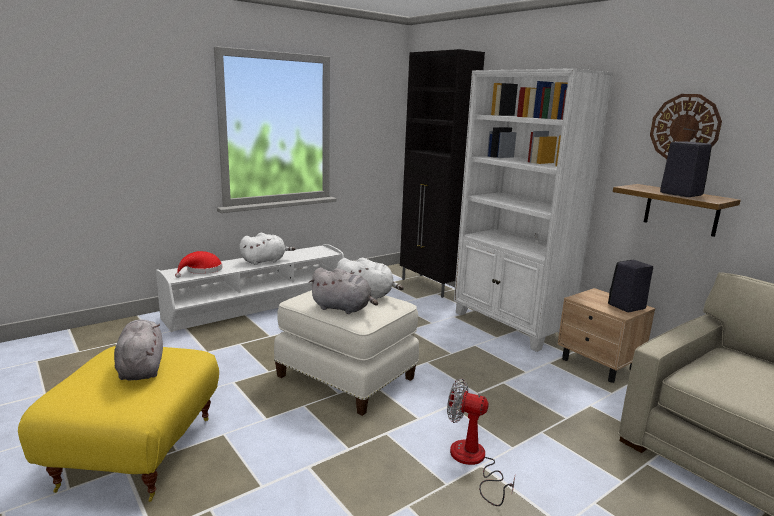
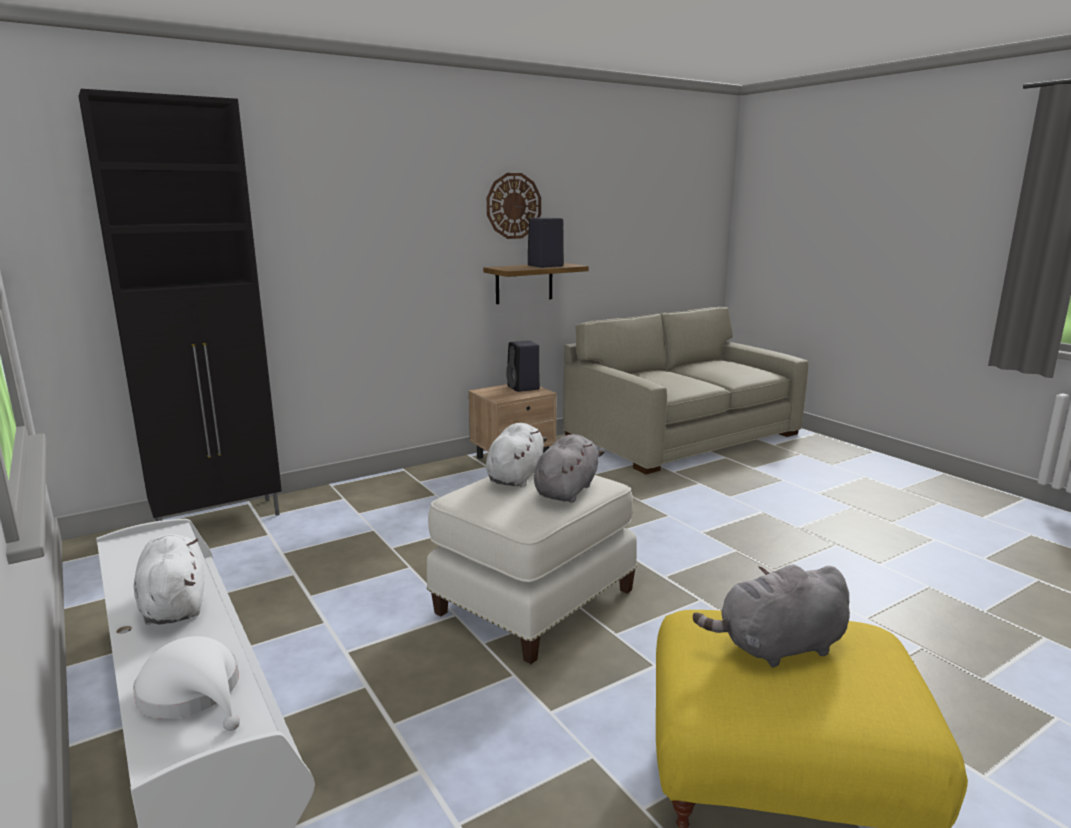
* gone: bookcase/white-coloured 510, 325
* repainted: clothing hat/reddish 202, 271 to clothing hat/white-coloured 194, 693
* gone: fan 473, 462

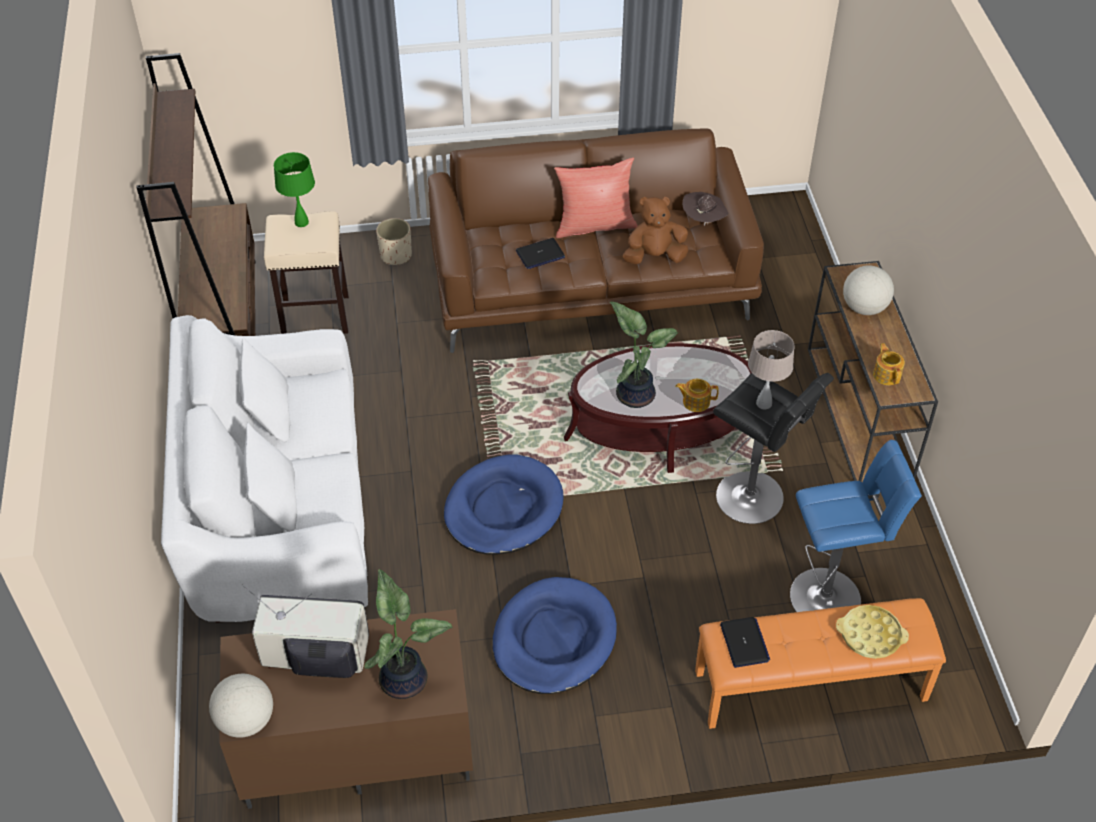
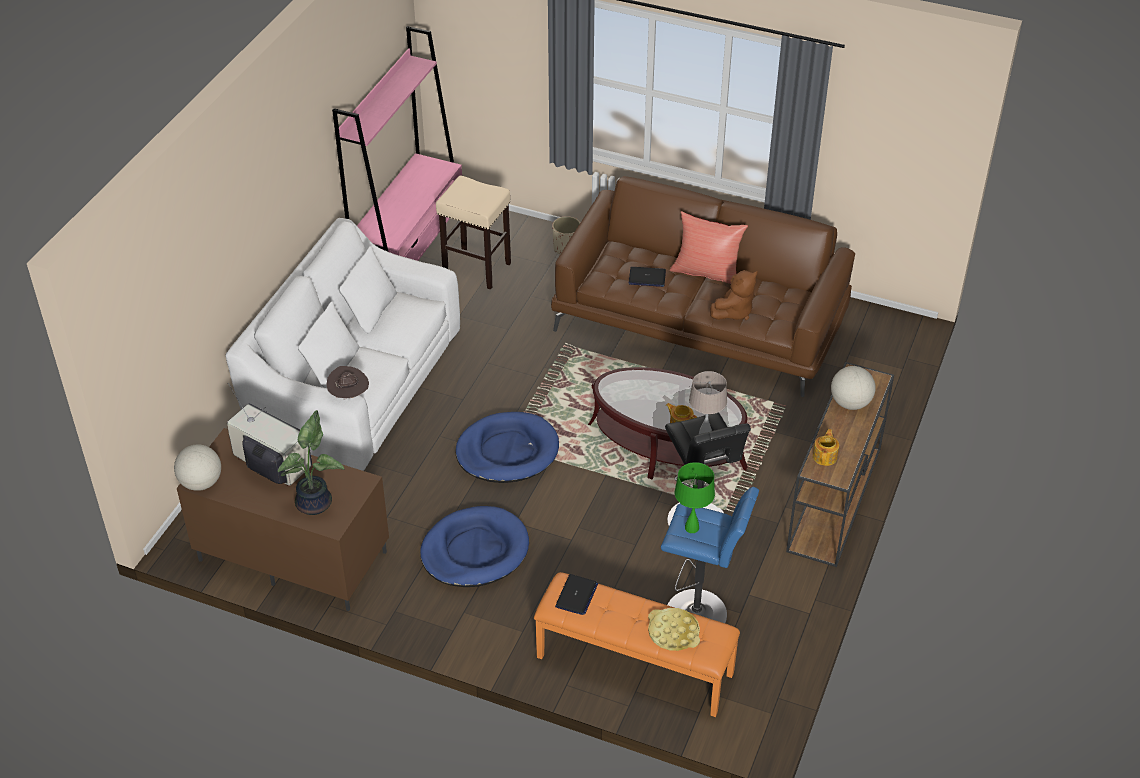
* repainted: bookcase/brown-coloured 226, 326 to bookcase/pink-coloured 410, 252
* shifted: tabletop lamp/green 301, 222 to 691, 528
* shifted: clothing hat/brown-coloured 704, 220 to 349, 396
* rotated: plush toy/brown-coloured 654, 257 = 734, 312 120 degrees clockwise
* gone: plant in a pot 635, 393

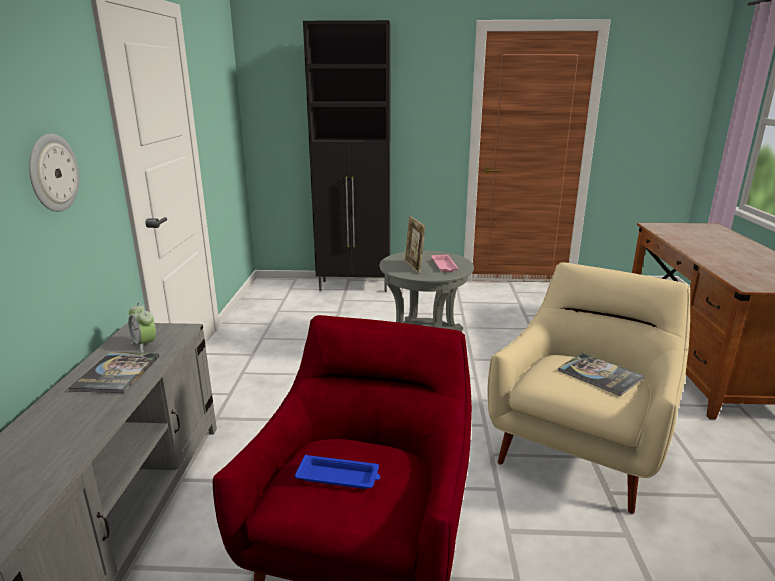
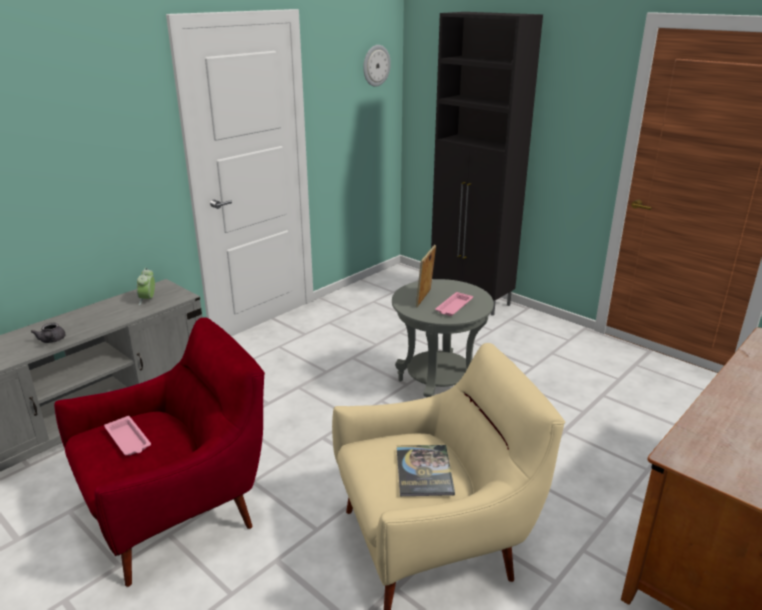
* shifted: wall clock 52, 173 to 376, 65
* gone: bound book 117, 373
* repainted: carrying tray/bluish 339, 477 to carrying tray/pink-coloured 128, 440
* new: tea pot/grey 52, 341

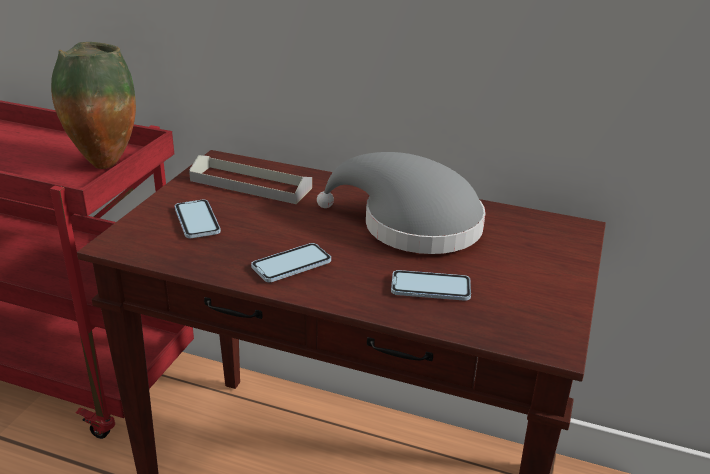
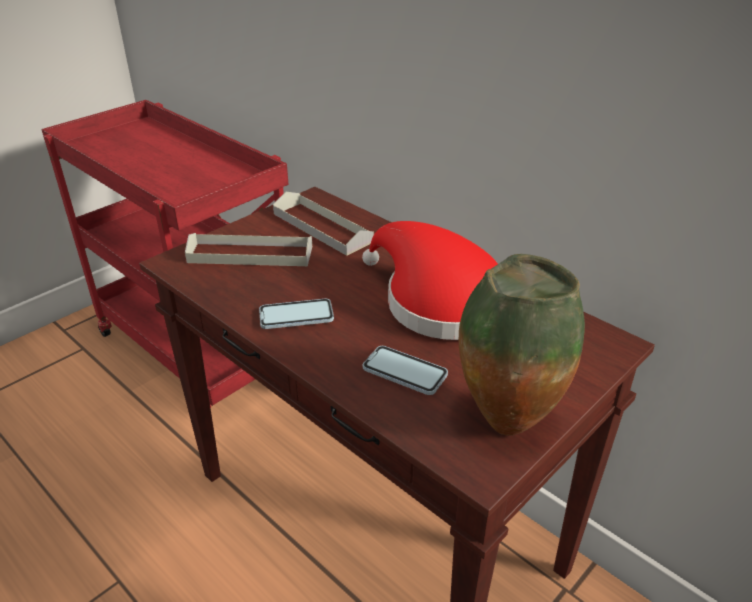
* shifted: decorative vase 104, 163 to 505, 420
* repainted: clothing hat/grey 411, 225 to clothing hat/reddish 438, 301
* swapped: handset 197, 221 to carrying tray/grey 250, 254

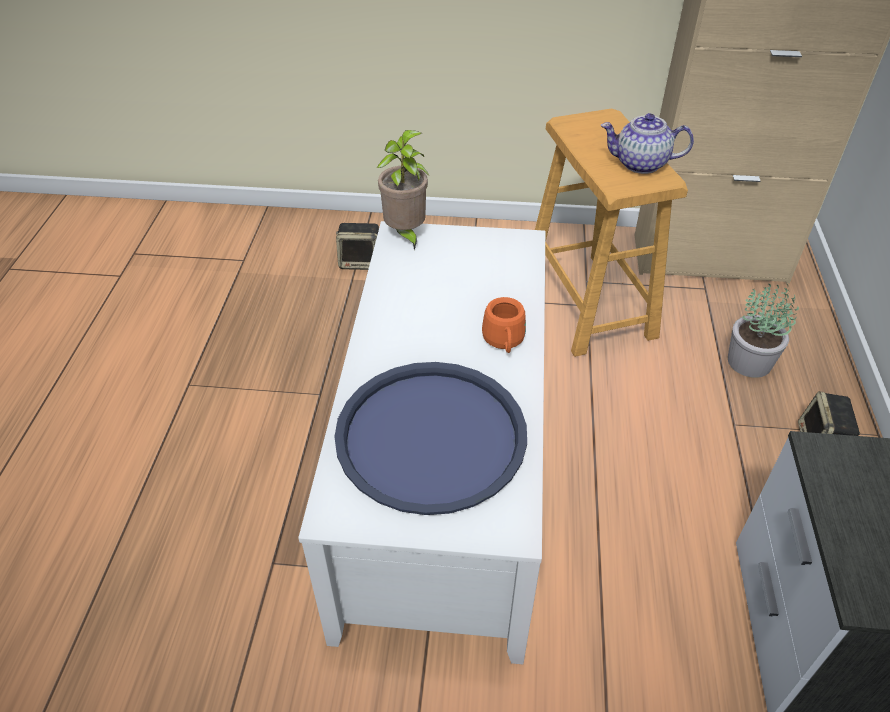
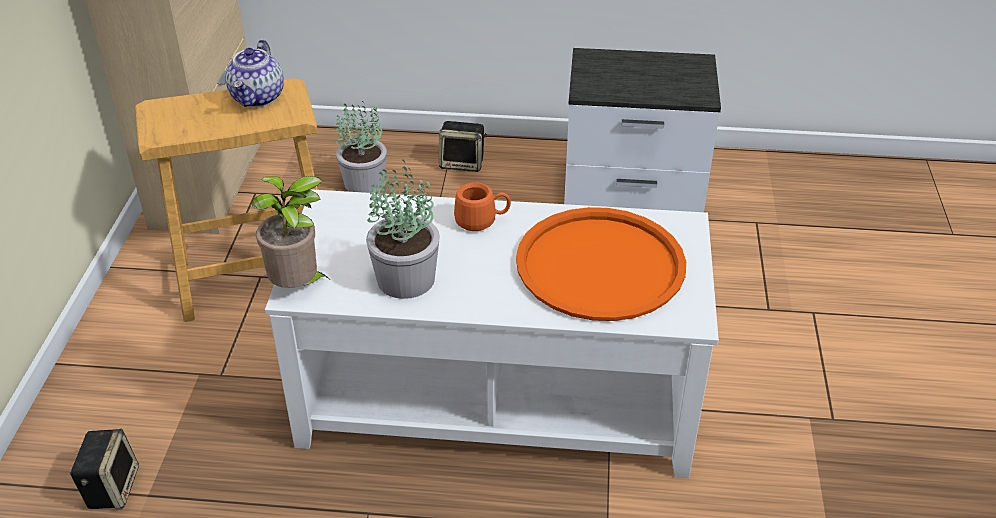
* repainted: carrying tray/bluish 431, 437 to carrying tray/orangey 600, 265
* new: plant in a pot 405, 278

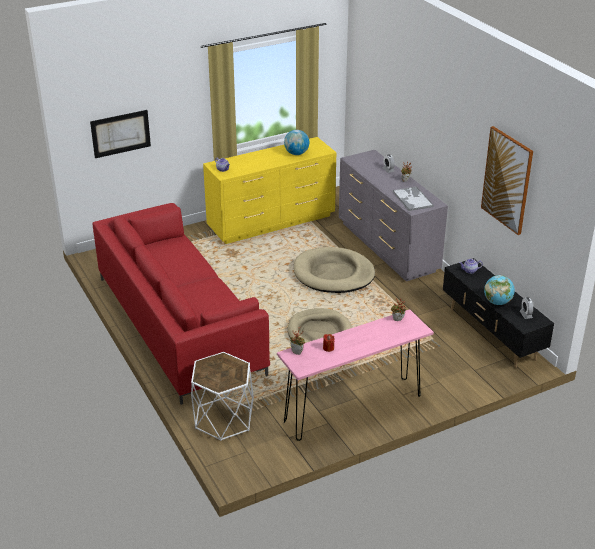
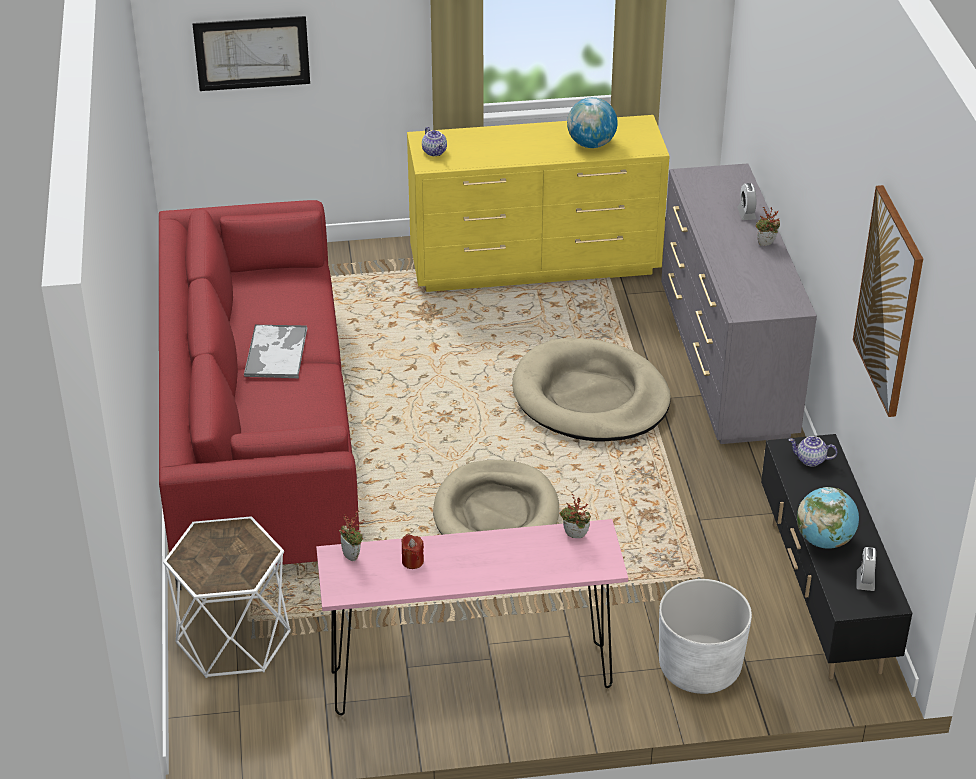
* shifted: carrying tray 412, 199 to 276, 352
* new: planter/white-coloured 699, 668

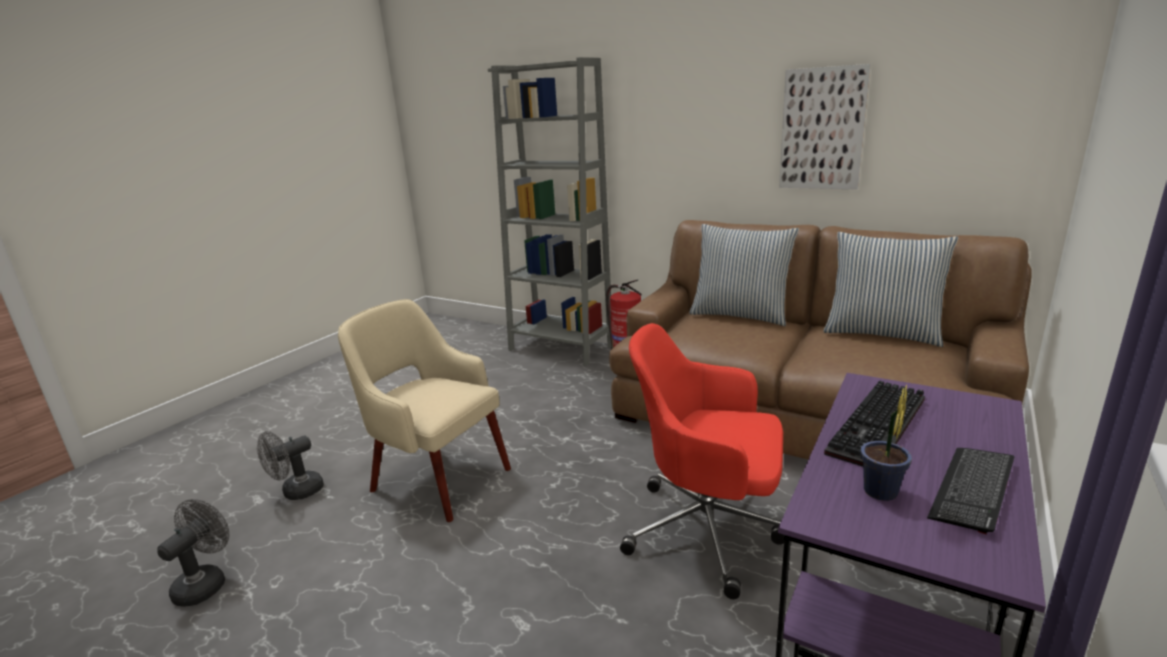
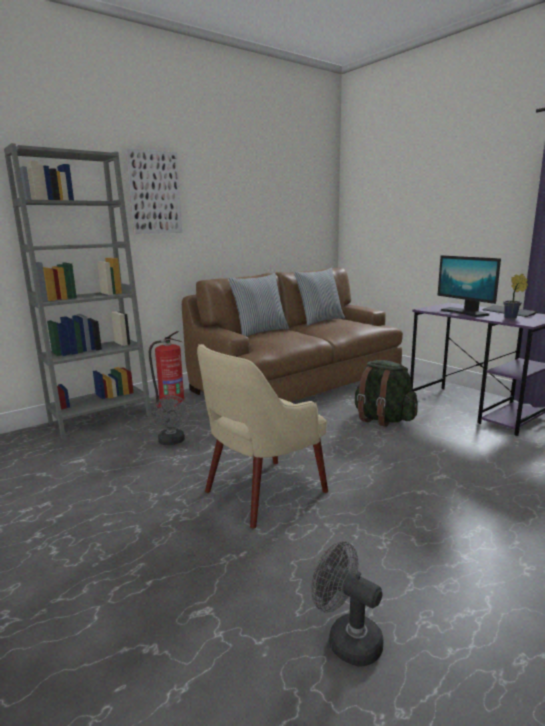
* shifted: wall picture 822, 129 to 154, 193
* swapped: desk chair/reddish 708, 531 to rucksack/green 383, 419
* swapped: keyboard 880, 428 to computer display 464, 312
* shifted: fan/grey 296, 492 to 172, 442

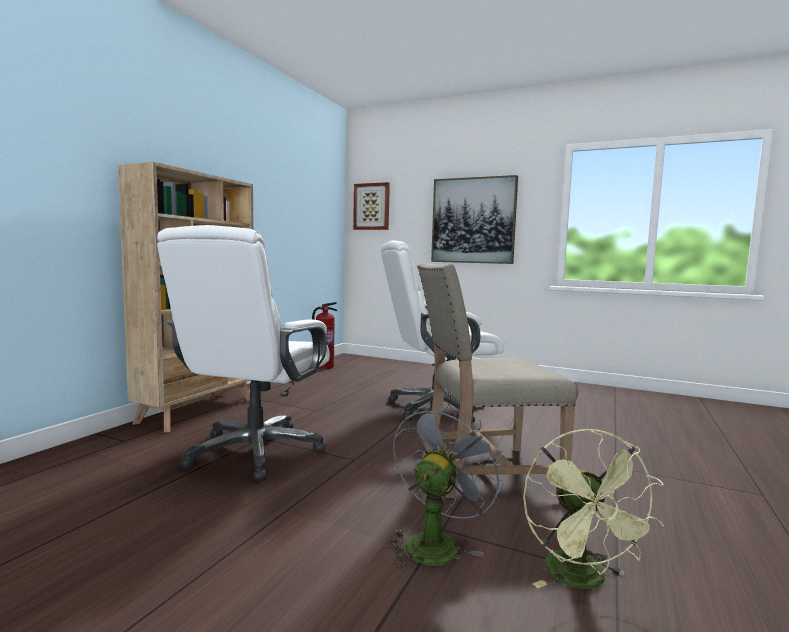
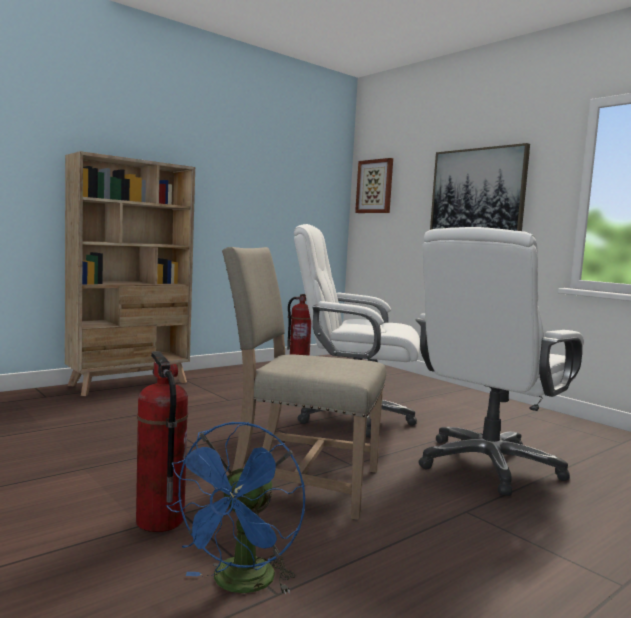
* shifted: desk chair/white-coloured 255, 452 to 488, 465
* swapped: fan/grey 435, 542 to fire extinguisher 160, 521
* repainted: fan/green 583, 580 to fan/bluish 239, 585

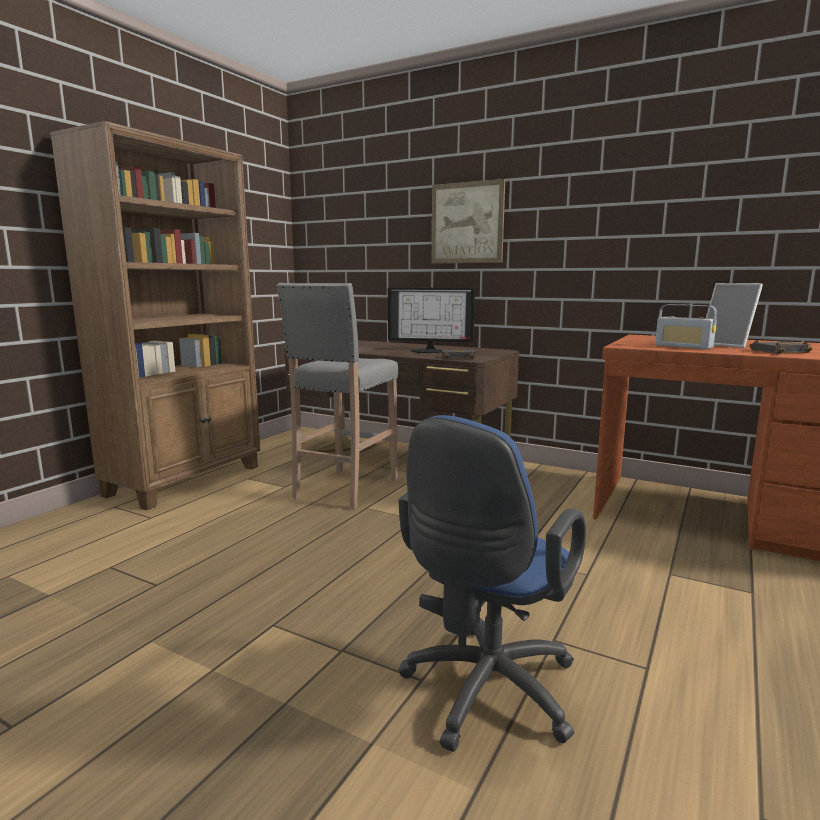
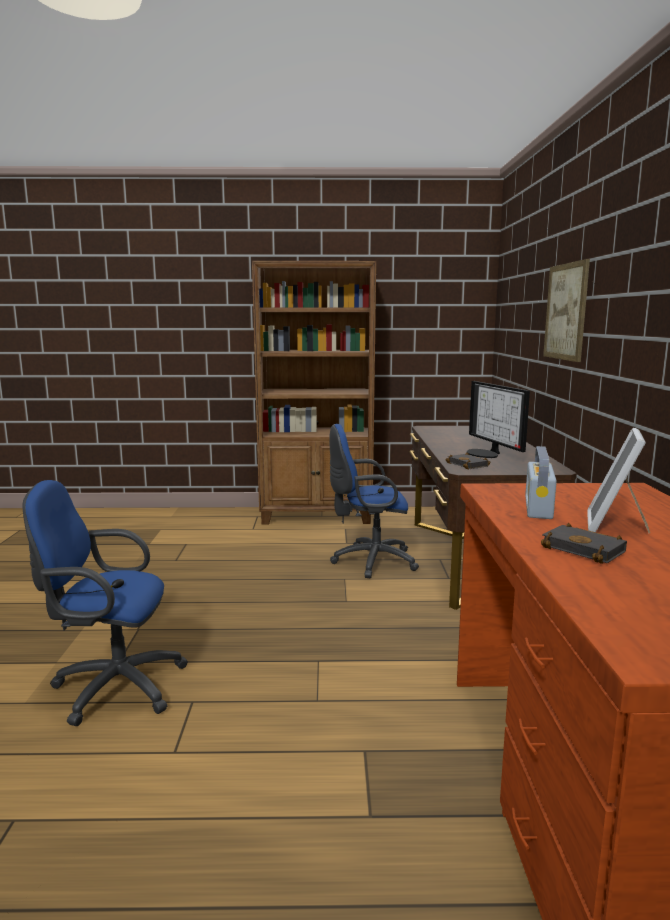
* swapped: sitting stool/grey 345, 489 to desk chair/bluish 369, 561

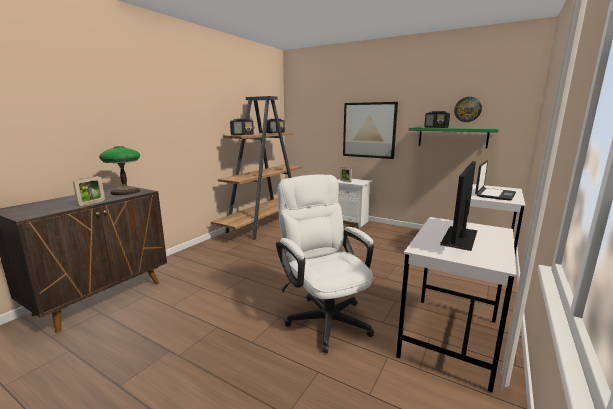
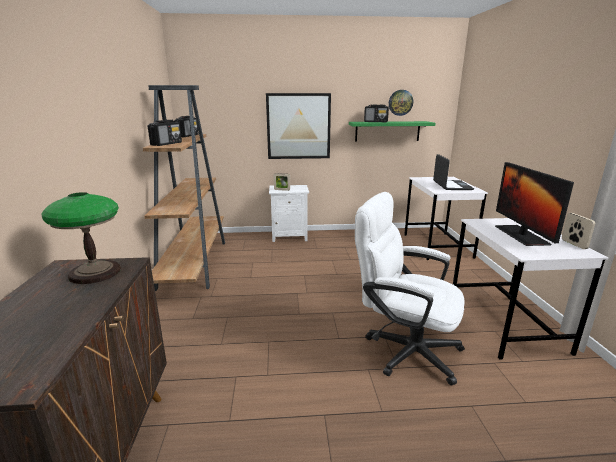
* shifted: photo frame 91, 203 to 574, 244

